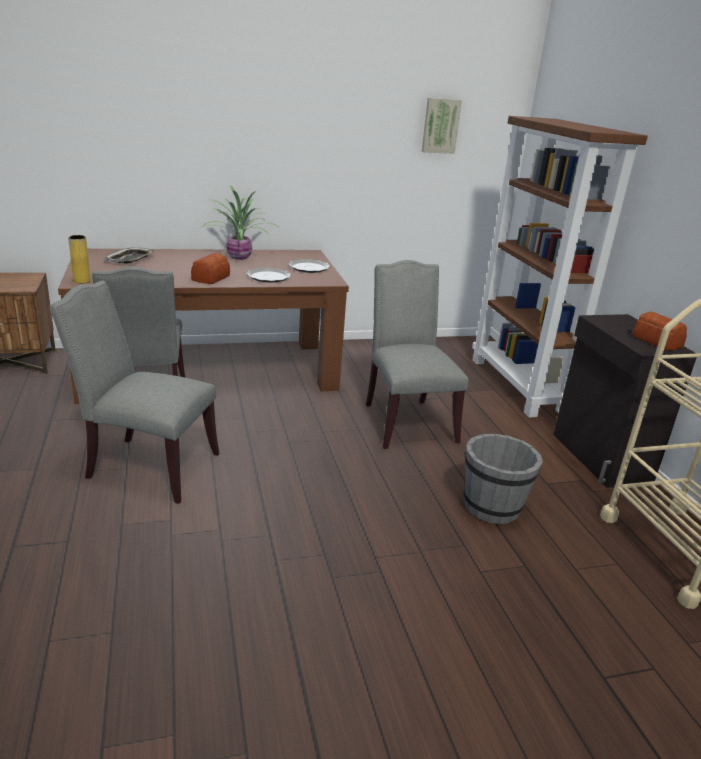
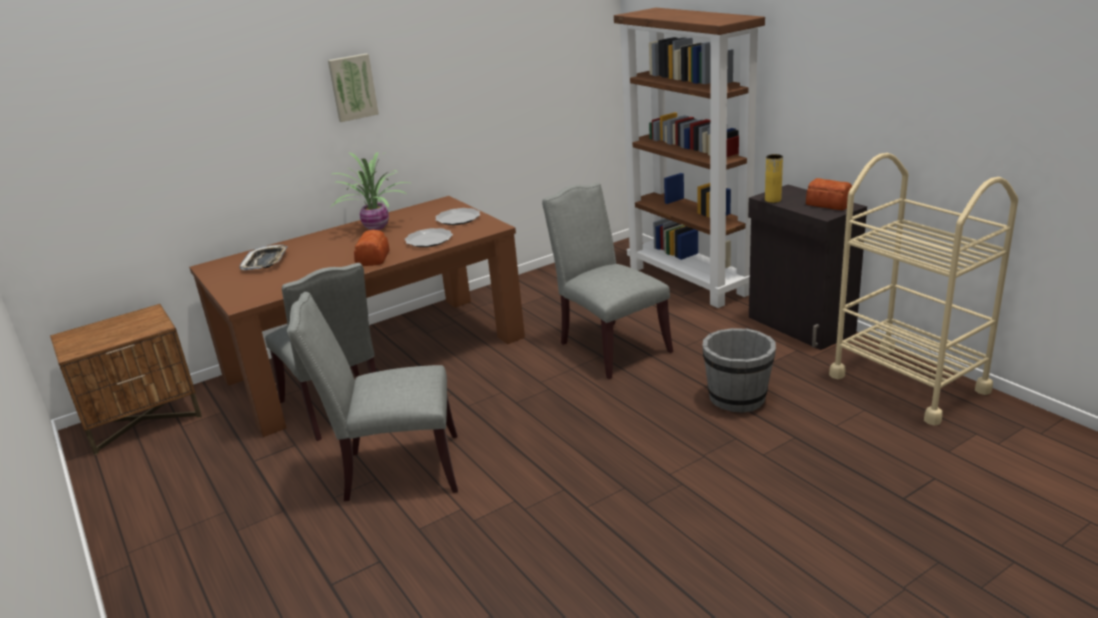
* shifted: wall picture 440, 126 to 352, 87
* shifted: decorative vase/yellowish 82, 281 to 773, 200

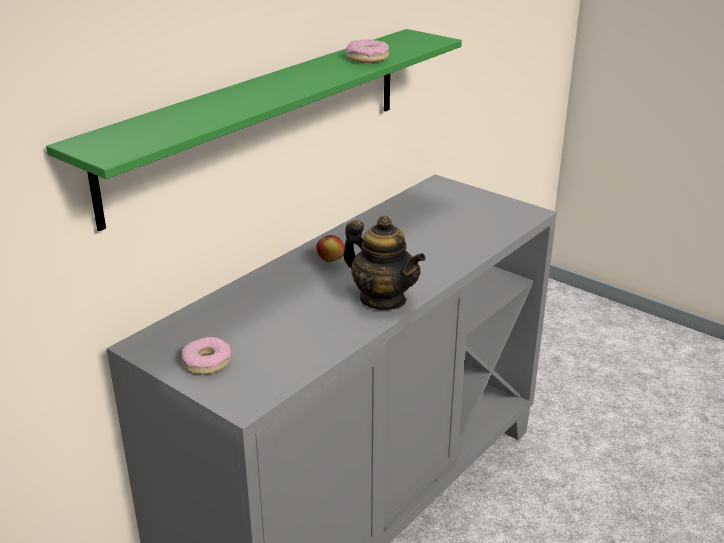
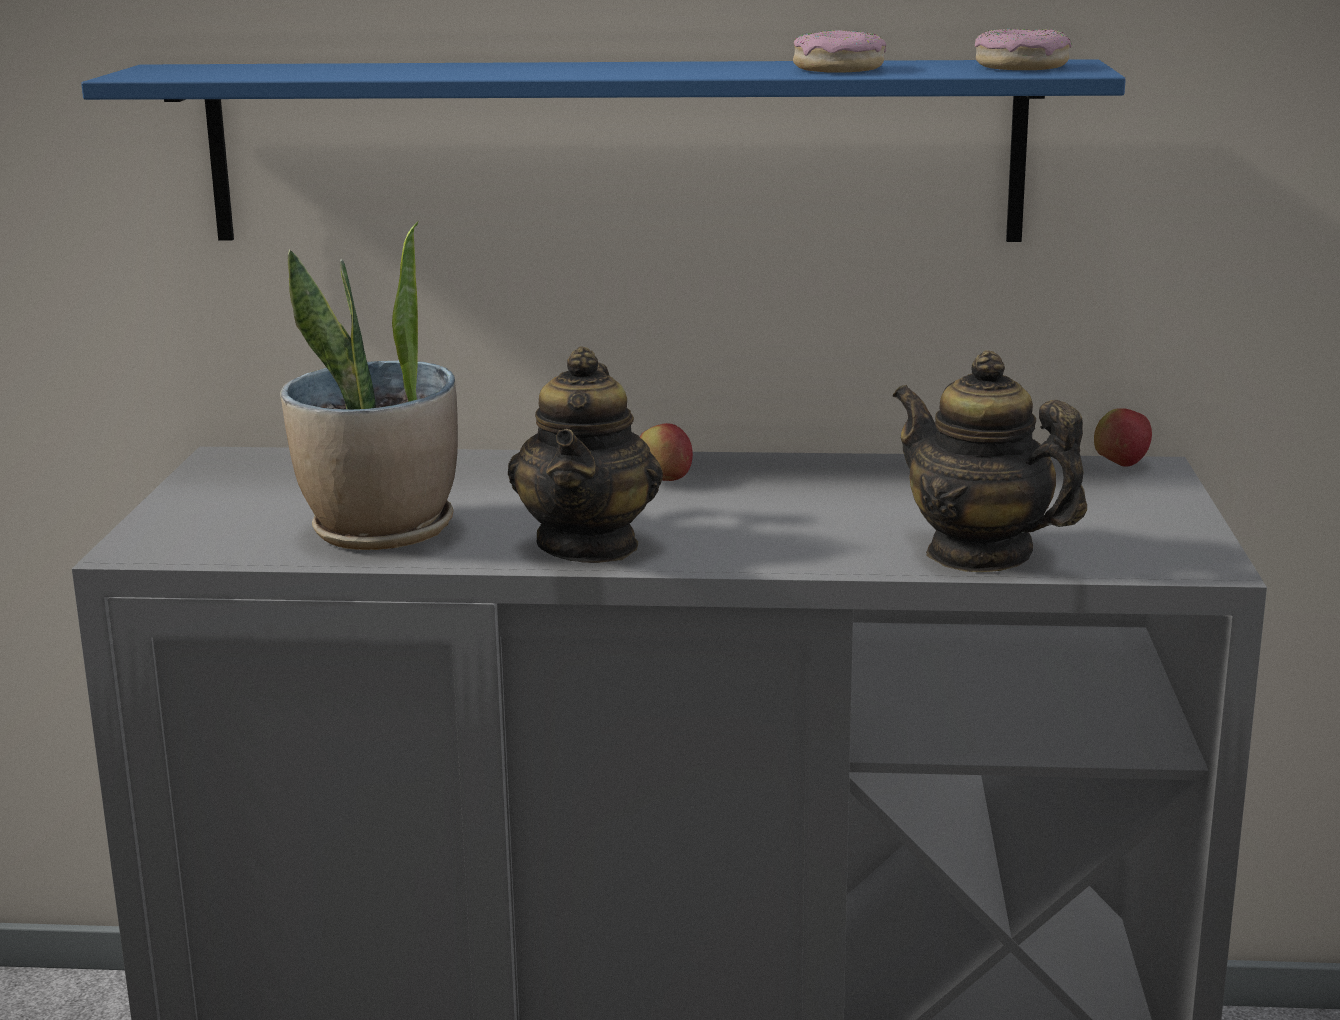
* repainted: wall shelf/green 262, 119 to wall shelf/bluish 612, 152
* shifted: doughnut 206, 362 to 1021, 66
* new: plant in a pot 381, 531
* new: tea pot 979, 554
* new: whole apple 1120, 465

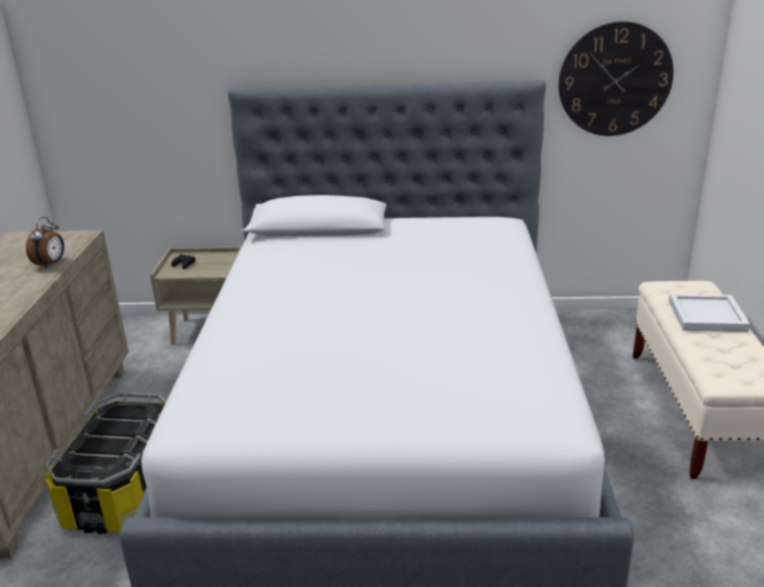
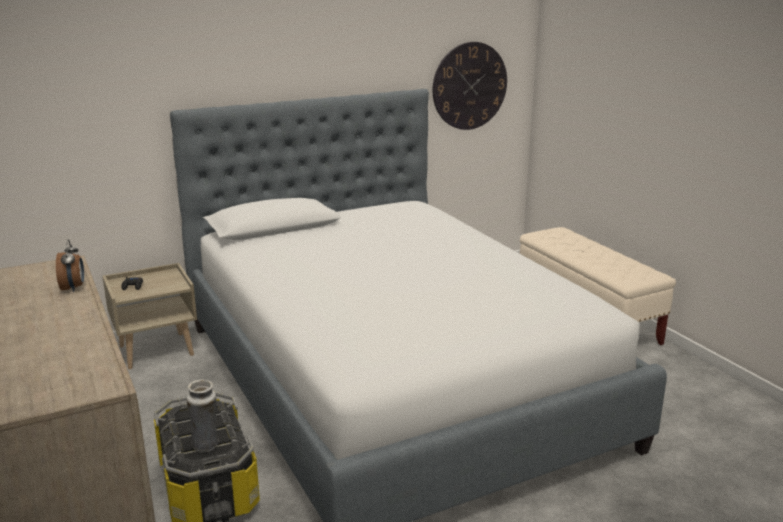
* gone: carrying tray/white-coloured 708, 316
* new: decorative vase 206, 446

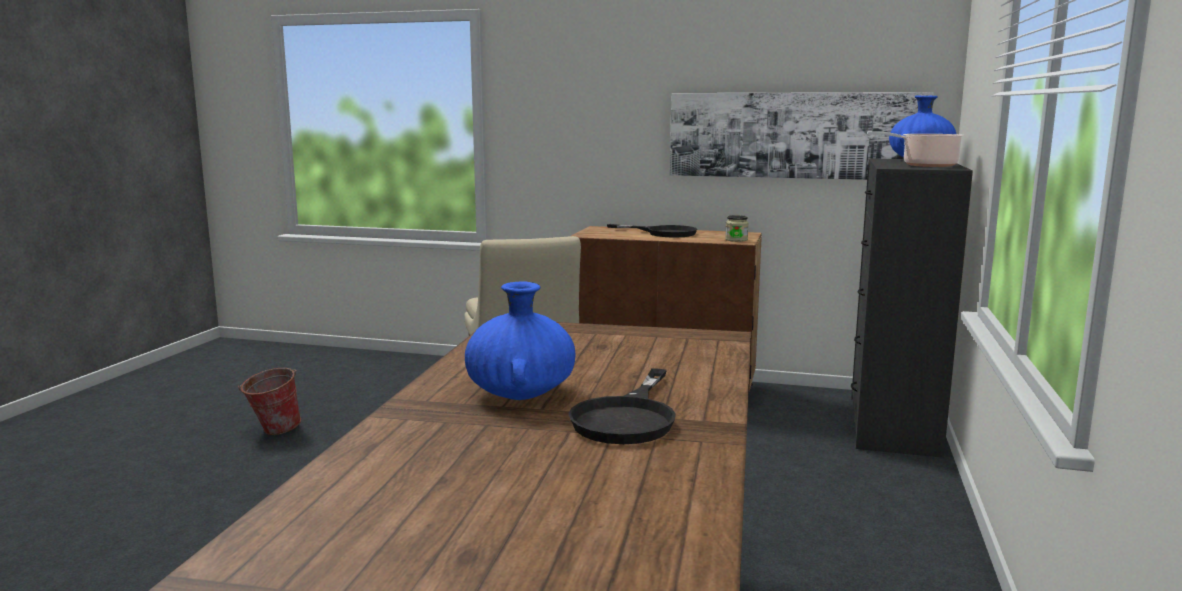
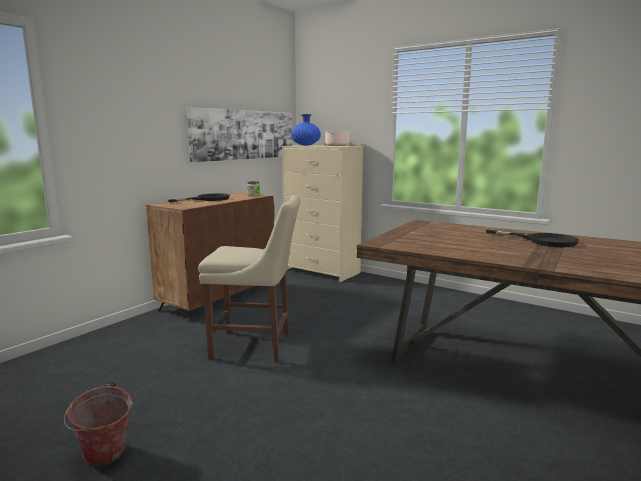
* repainted: dresser/blackish 893, 425 to dresser/sand-coloured 322, 271
* gone: decorative vase/bluish 521, 393

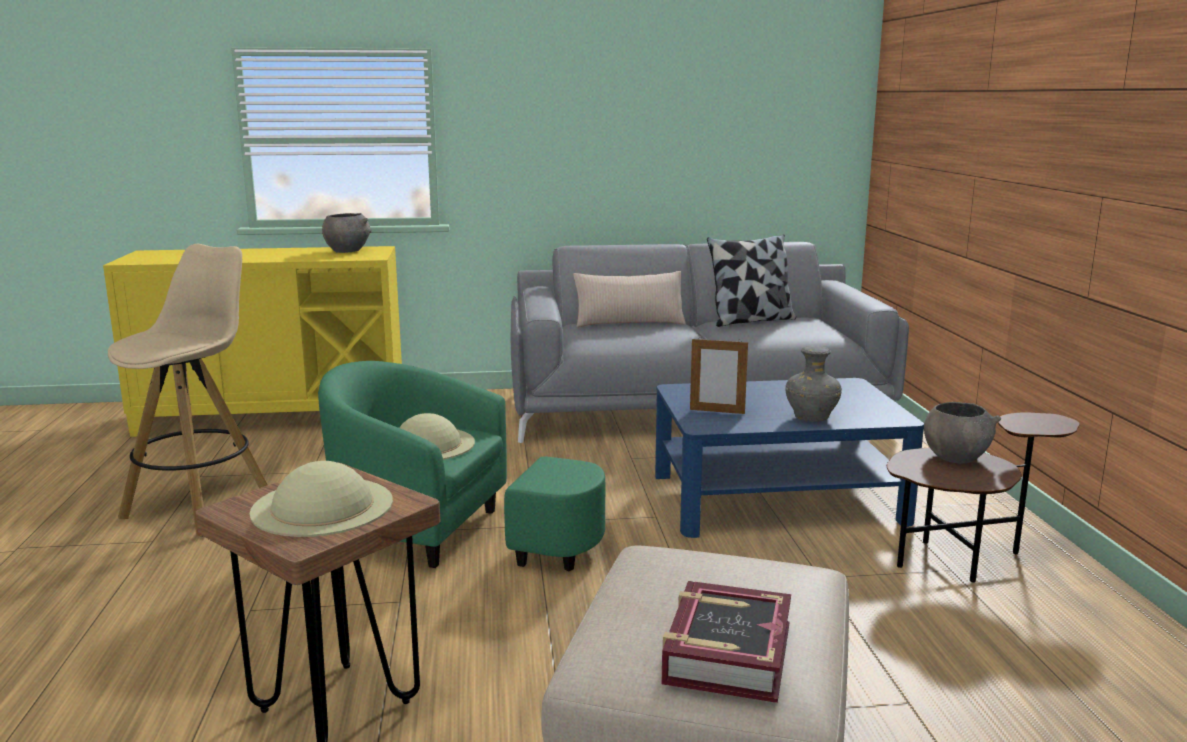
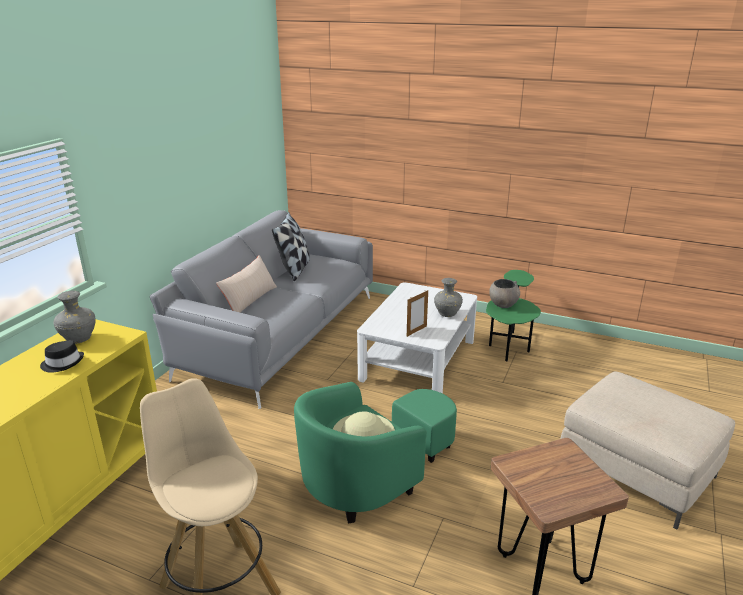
* swapped: deep dish/grey 347, 251 to decorative vase/grey 78, 339
* repainted: low table/bluish 777, 498 to low table/white-coloured 418, 359
* repainted: end table/brown-coloured 964, 558 to end table/green 509, 344
* gone: clothing hat/sand-coloured 322, 506
* gone: bound book 726, 653
* new: clothing hat/blackish 63, 363

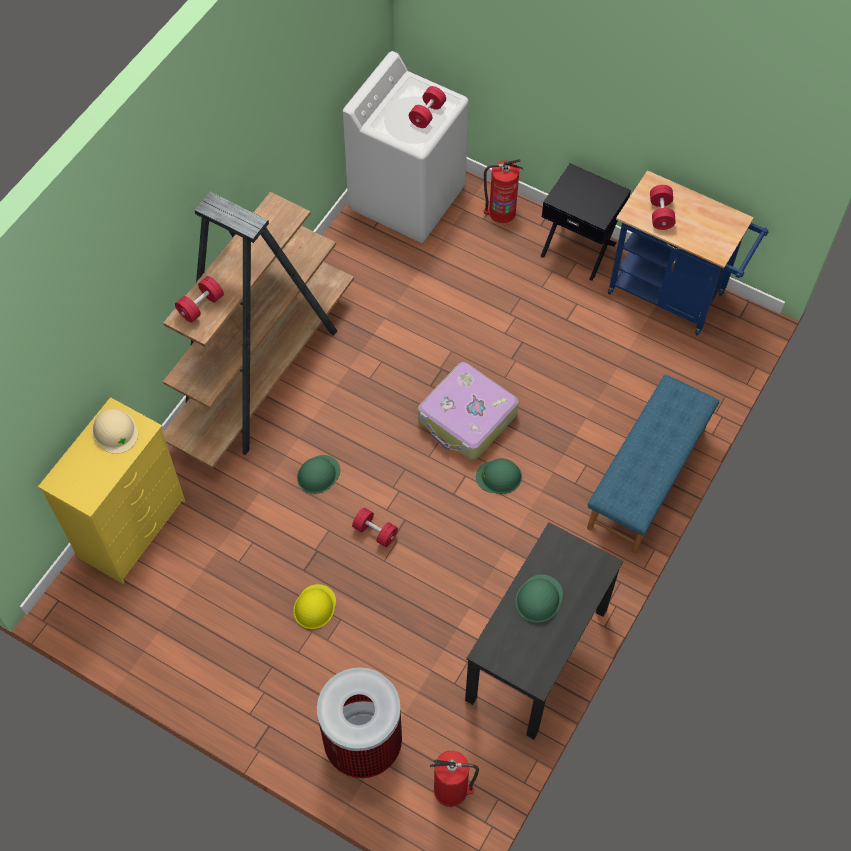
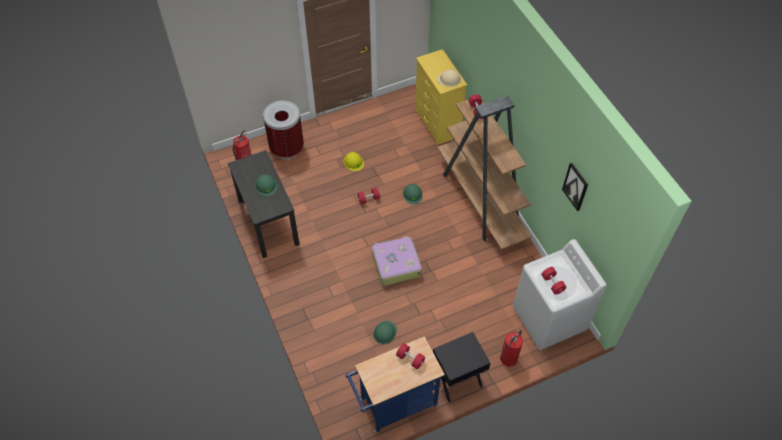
* gone: long seat/bluish 647, 478
* shifted: safety helmet/green 499, 476 to 385, 332
* new: wall picture 575, 186

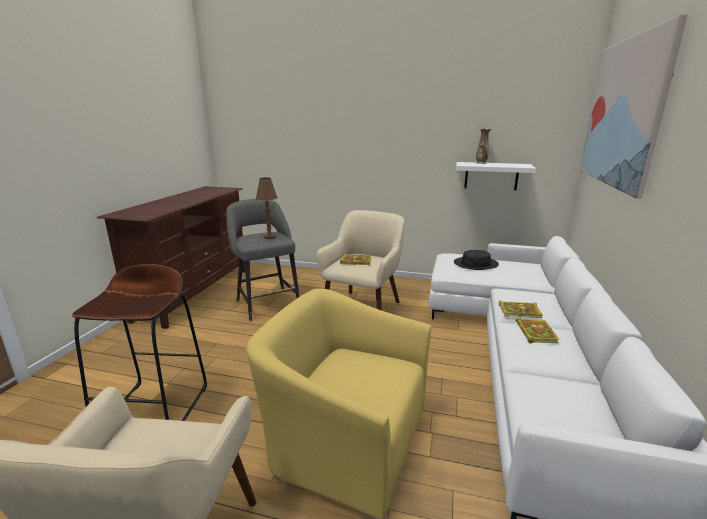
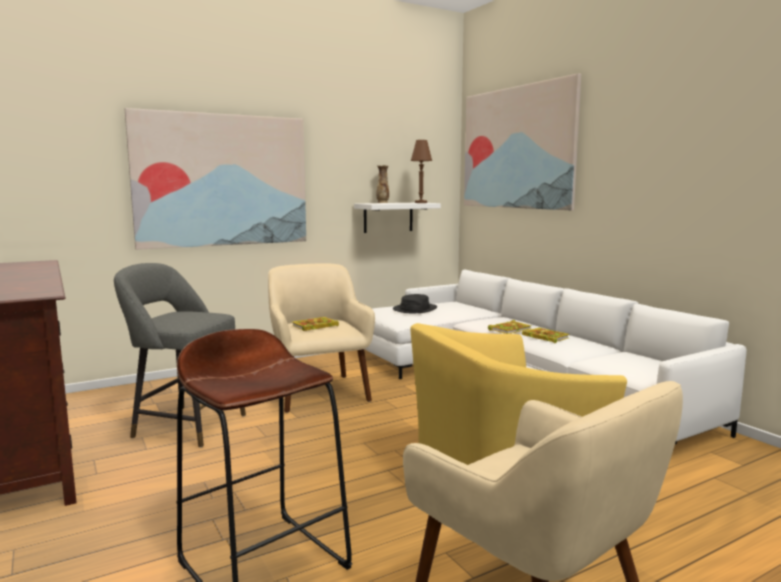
* shifted: tabletop lamp/brown-coloured 269, 237 to 421, 203
* new: wall picture 222, 180

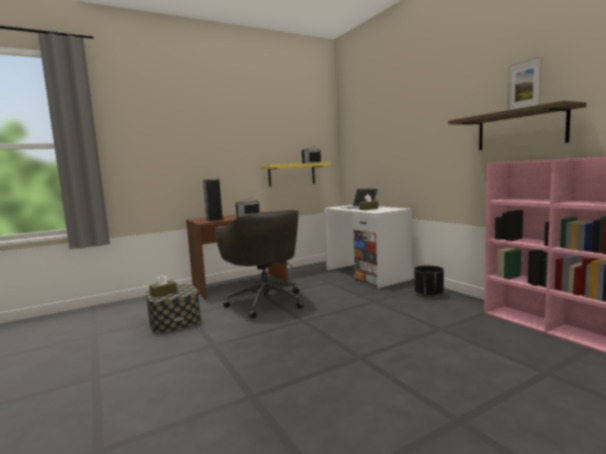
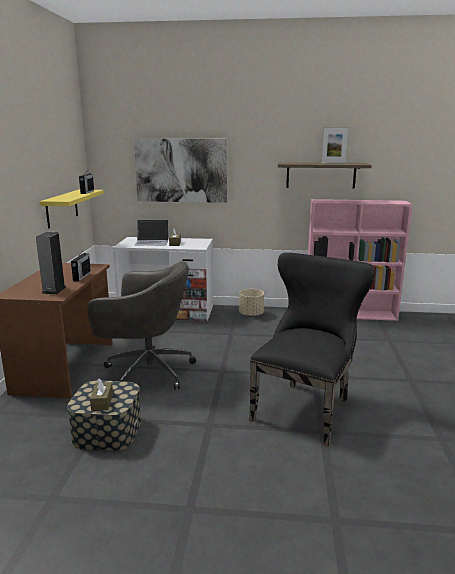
* repainted: planter/blackish 429, 294 to planter/sand-coloured 251, 314
* new: wall picture 181, 170
* new: plain chair/blackish 306, 407

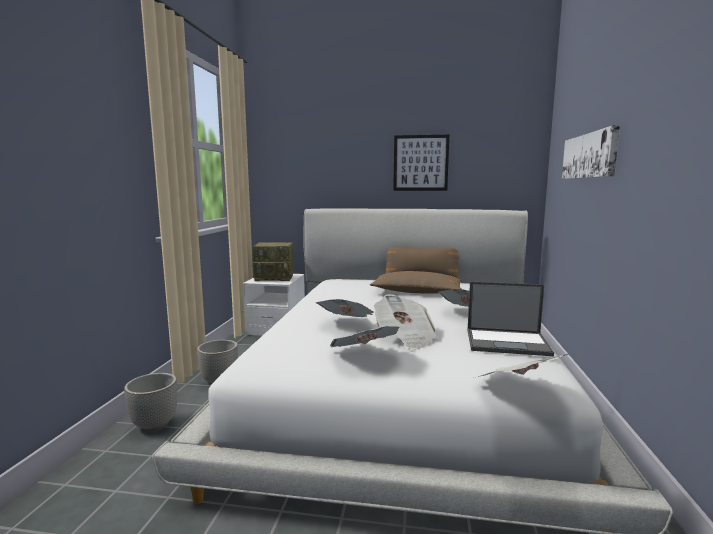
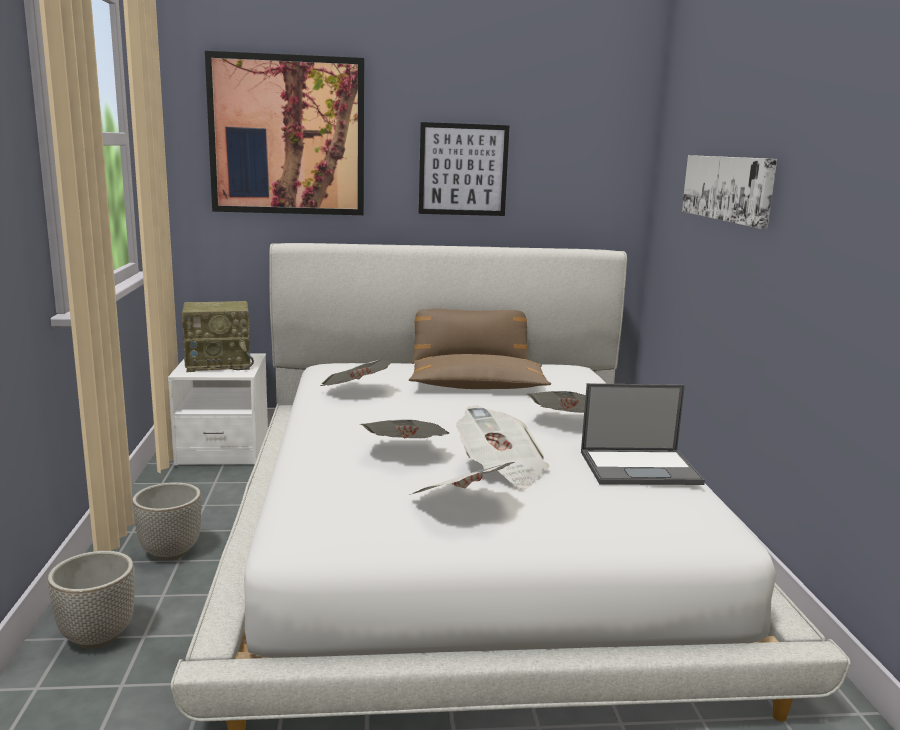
* shifted: printed paper 516, 388 to 356, 392
* new: wall picture 287, 136

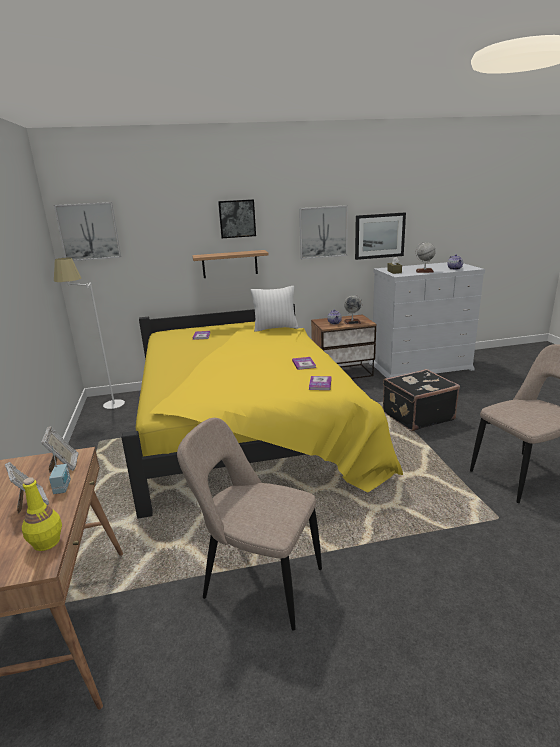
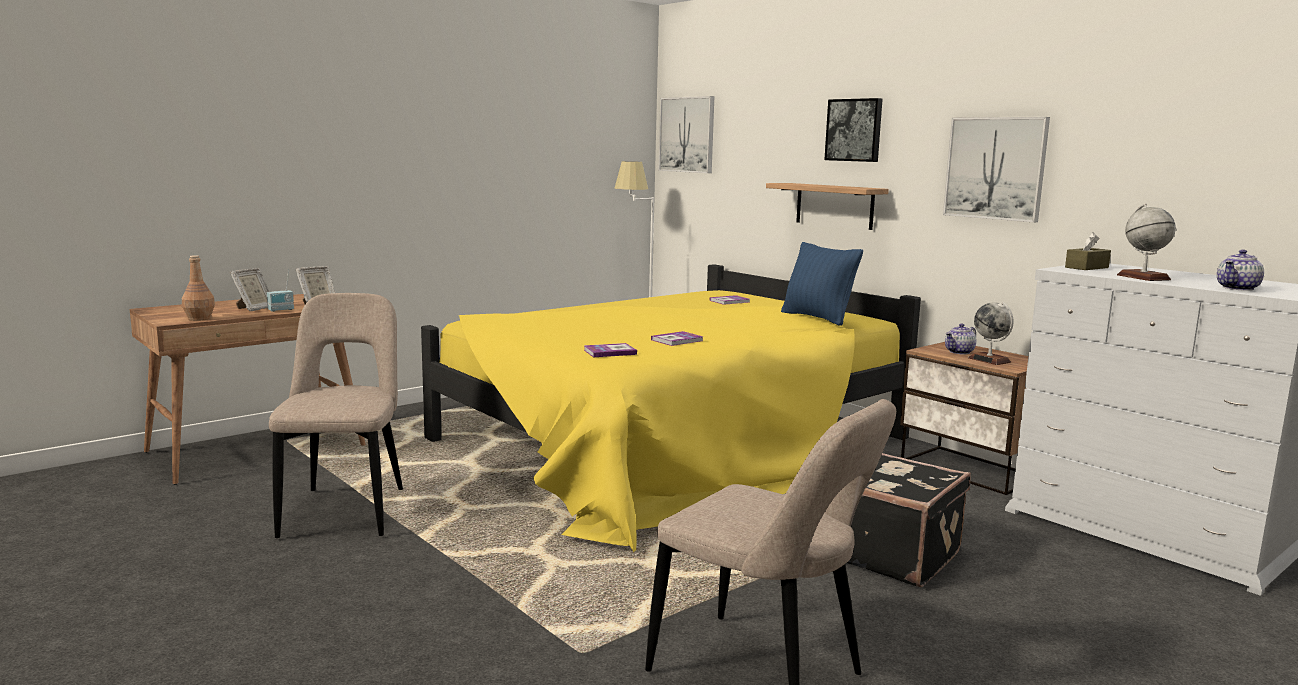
* gone: wall picture 379, 236
* repainted: throw pillow/white-coloured 275, 328 to throw pillow/bluish 817, 318
* repainted: drink bottle/yellowish 46, 542 to drink bottle/brown-coloured 199, 318

